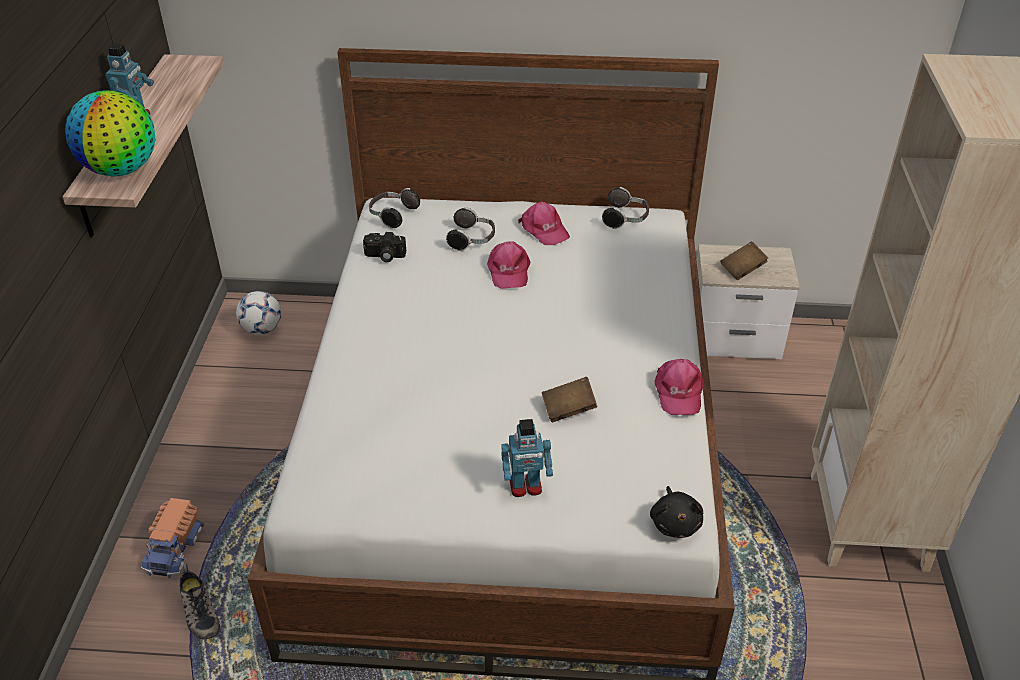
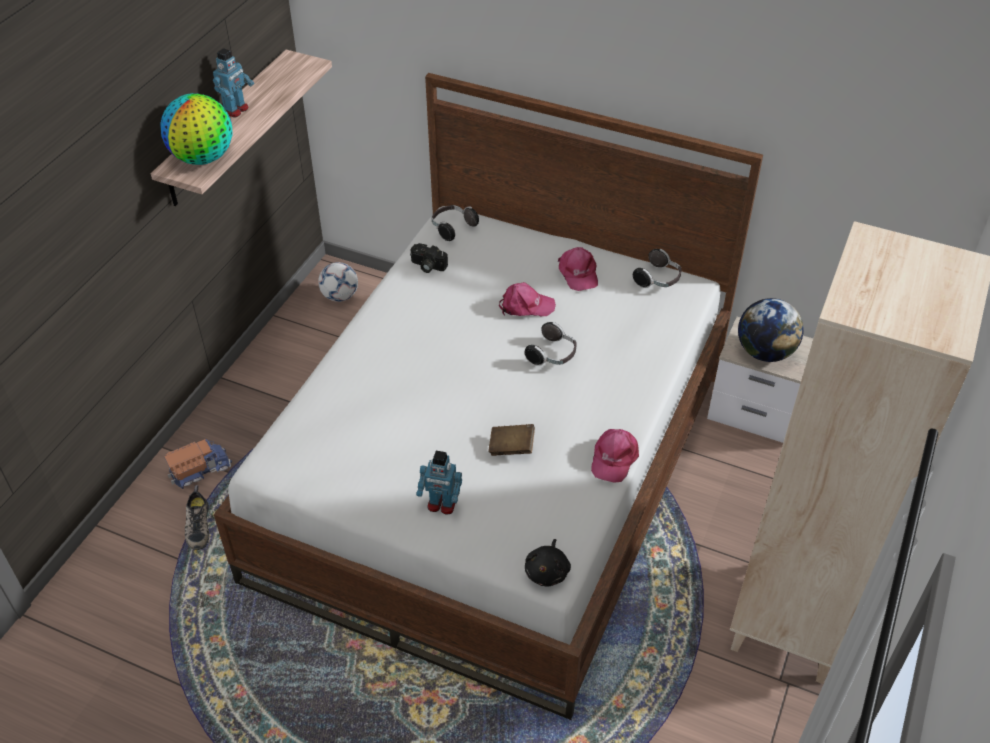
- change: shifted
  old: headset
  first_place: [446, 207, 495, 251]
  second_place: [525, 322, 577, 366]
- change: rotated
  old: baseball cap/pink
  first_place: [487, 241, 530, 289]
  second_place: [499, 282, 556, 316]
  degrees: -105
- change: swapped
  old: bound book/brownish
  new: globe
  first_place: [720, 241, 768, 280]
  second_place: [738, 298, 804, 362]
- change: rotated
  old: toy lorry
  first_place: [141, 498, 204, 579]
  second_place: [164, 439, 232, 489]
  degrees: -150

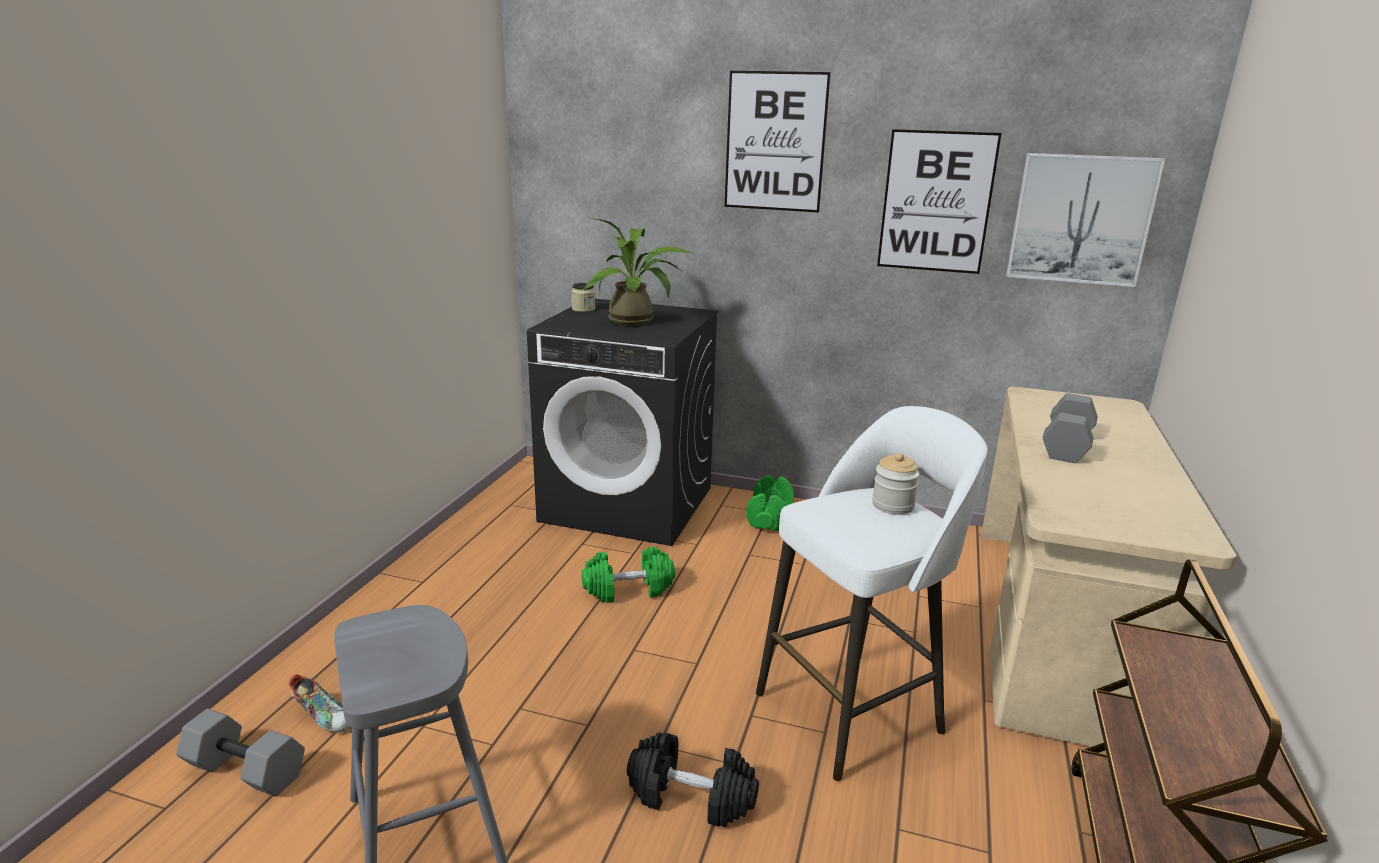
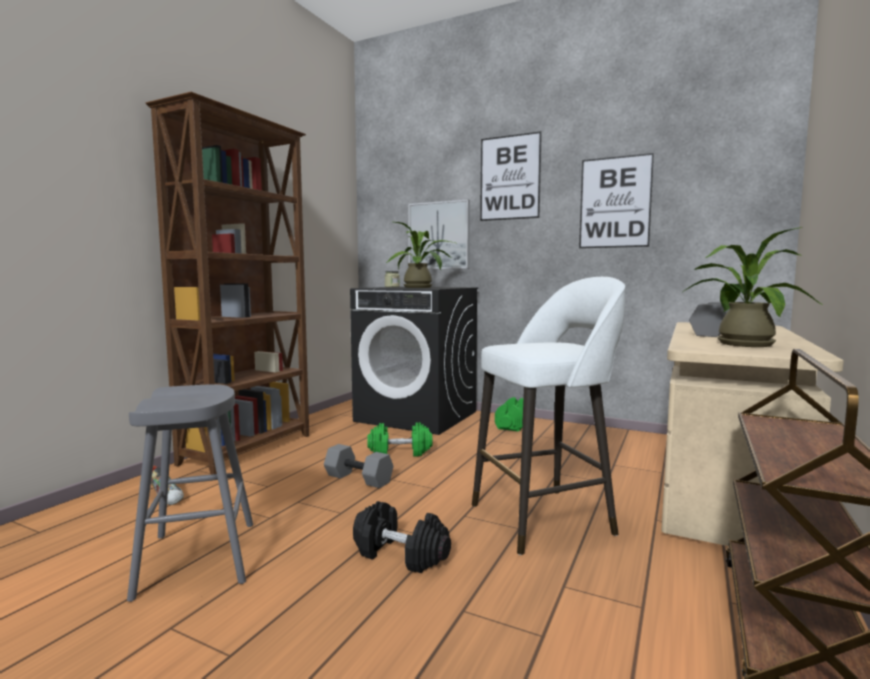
- change: shifted
  old: wall picture
  first_place: [1006, 153, 1165, 287]
  second_place: [408, 199, 470, 269]
- change: gone
  old: jar
  first_place: [872, 453, 920, 514]
- change: shifted
  old: free weight/grey
  first_place: [177, 709, 305, 797]
  second_place: [324, 444, 394, 488]
- change: new
  new: shelving unit/brownish
  second_place: [146, 92, 309, 475]
- change: new
  new: potted plant
  second_place: [683, 227, 821, 347]

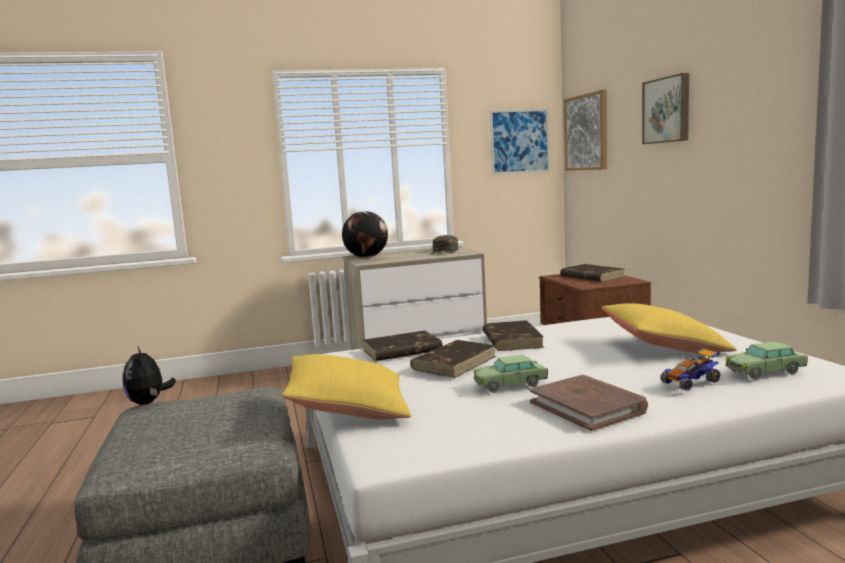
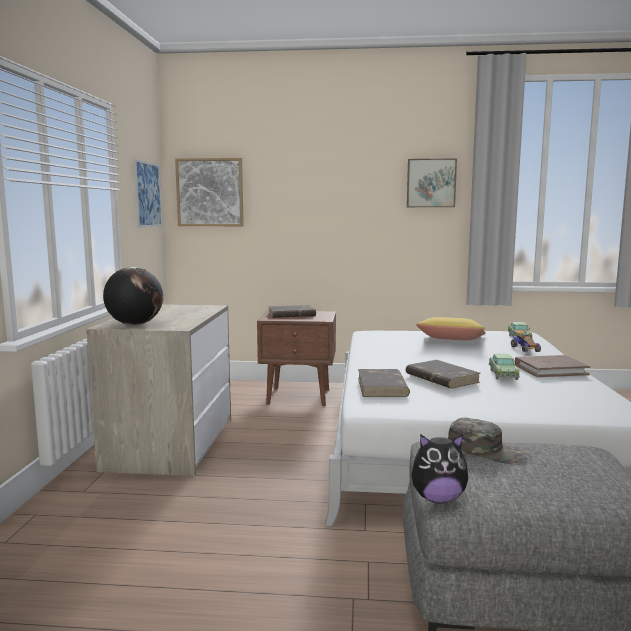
- change: shifted
  old: wall picture
  first_place: [642, 73, 689, 144]
  second_place: [407, 159, 457, 207]
- change: shifted
  old: baseball cap/greenish
  first_place: [431, 235, 459, 254]
  second_place: [448, 418, 527, 464]
- change: gone
  old: bound book/brownish
  first_place: [482, 320, 544, 351]
- change: gone
  old: throw pillow/yellow
  first_place: [282, 354, 411, 420]

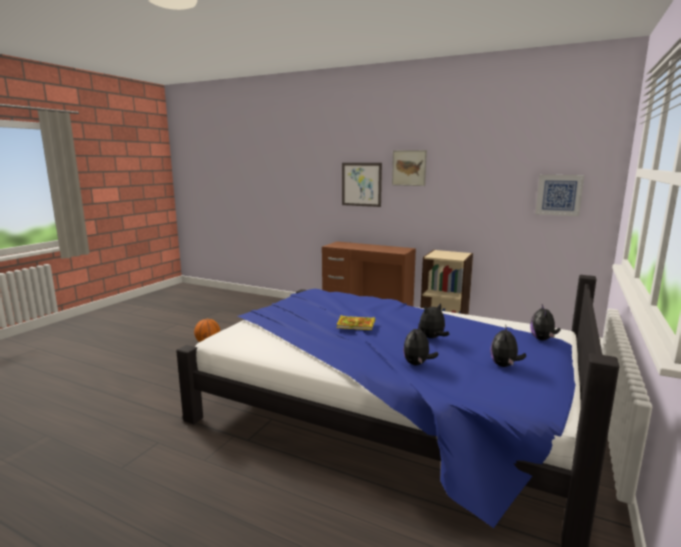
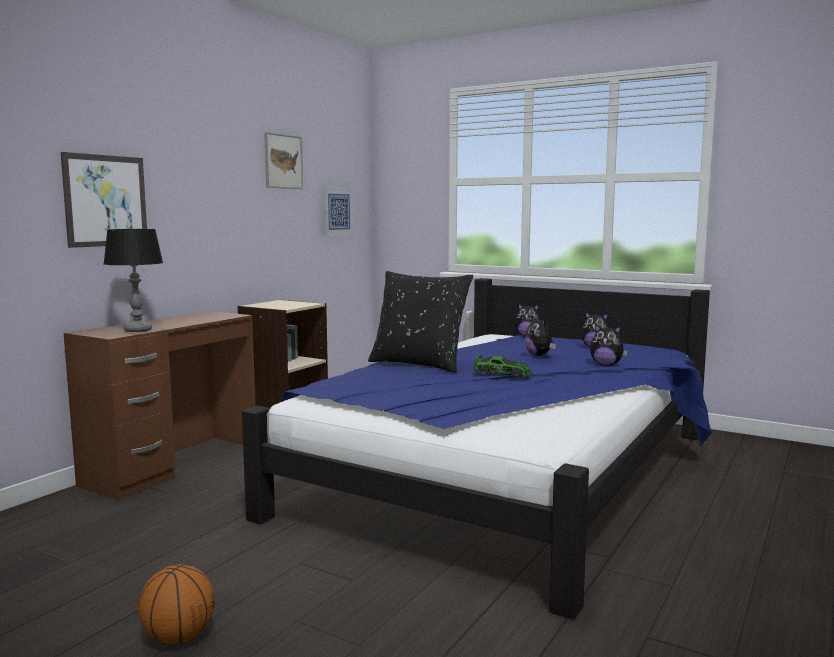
- change: shifted
  old: wall picture
  first_place: [392, 150, 427, 186]
  second_place: [264, 132, 303, 189]
- change: swapped
  old: bound book
  new: miniature car
  first_place: [337, 315, 375, 330]
  second_place: [474, 355, 532, 377]
- change: new
  new: tabletop lamp
  second_place: [103, 229, 163, 332]
- change: new
  new: throw pillow/blackish
  second_place: [368, 271, 473, 373]

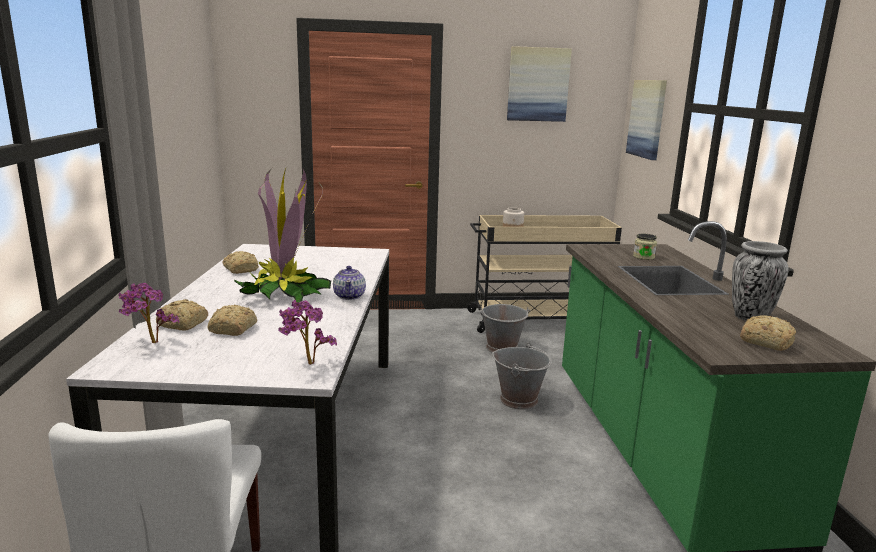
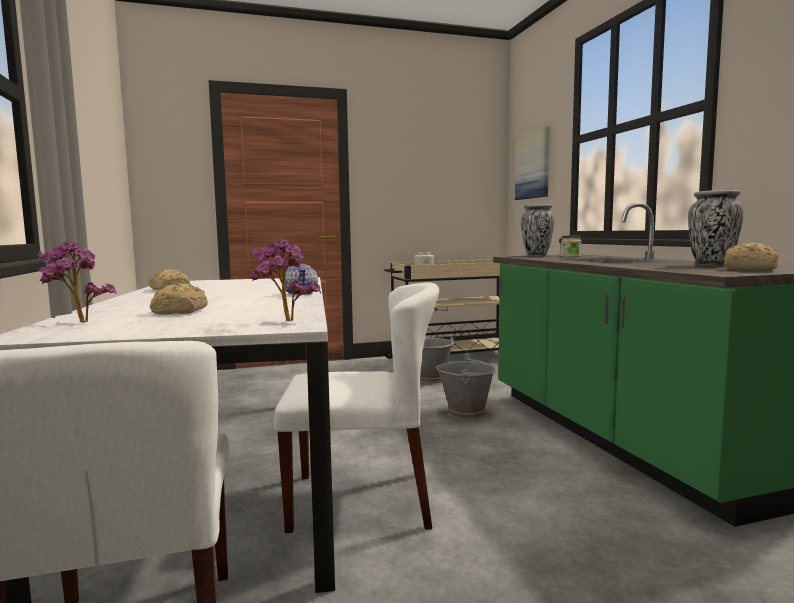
- change: gone
  old: wall picture
  first_place: [507, 46, 572, 122]
- change: gone
  old: potted plant
  first_place: [234, 168, 331, 303]
- change: gone
  old: baked bread
  first_place: [156, 299, 208, 330]
- change: new
  new: flower vase
  second_place: [521, 204, 554, 256]
- change: new
  new: chair/white-coloured
  second_place: [274, 283, 439, 533]

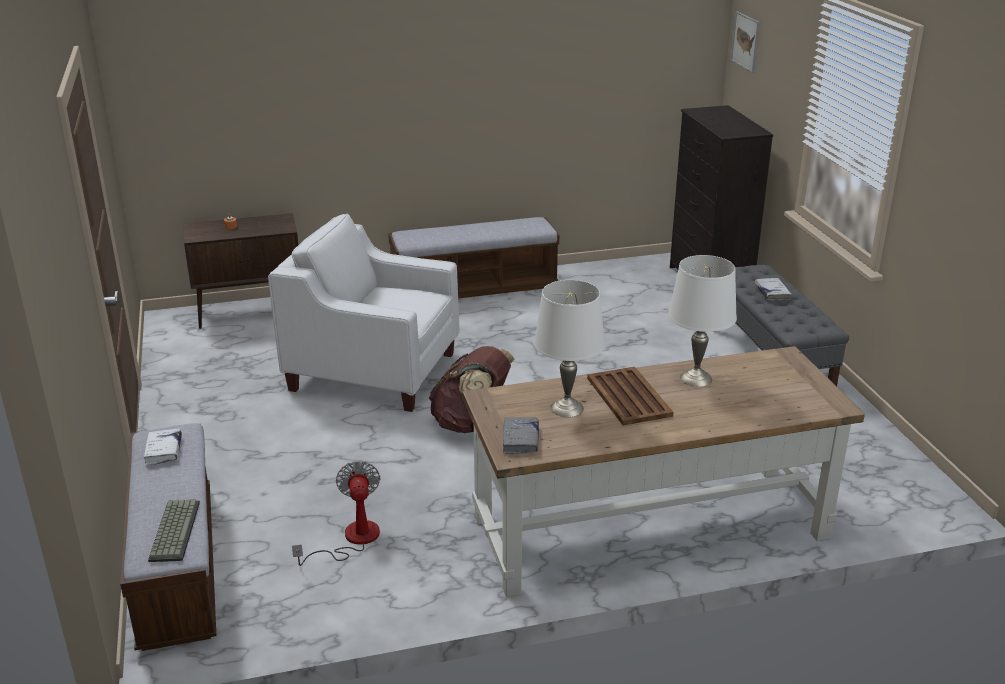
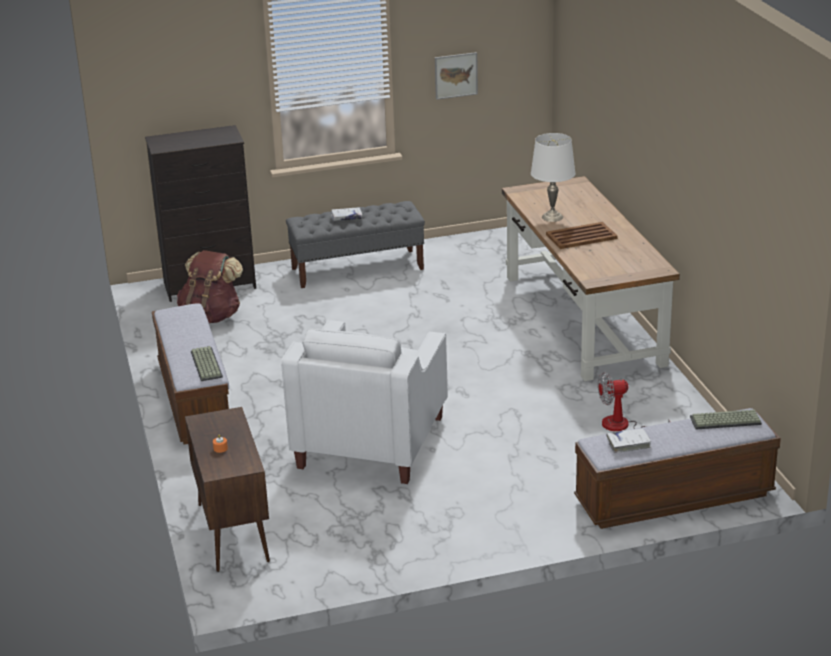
- change: shifted
  old: wall picture
  first_place: [731, 11, 760, 73]
  second_place: [435, 52, 478, 100]
- change: gone
  old: tabletop lamp/white-coloured
  first_place: [534, 280, 605, 417]
- change: shifted
  old: backpack/brownish
  first_place: [428, 346, 514, 433]
  second_place: [177, 250, 243, 323]
- change: gone
  old: bound book/grey
  first_place: [503, 417, 539, 454]
- change: new
  new: computer keyboard
  second_place: [191, 346, 223, 381]

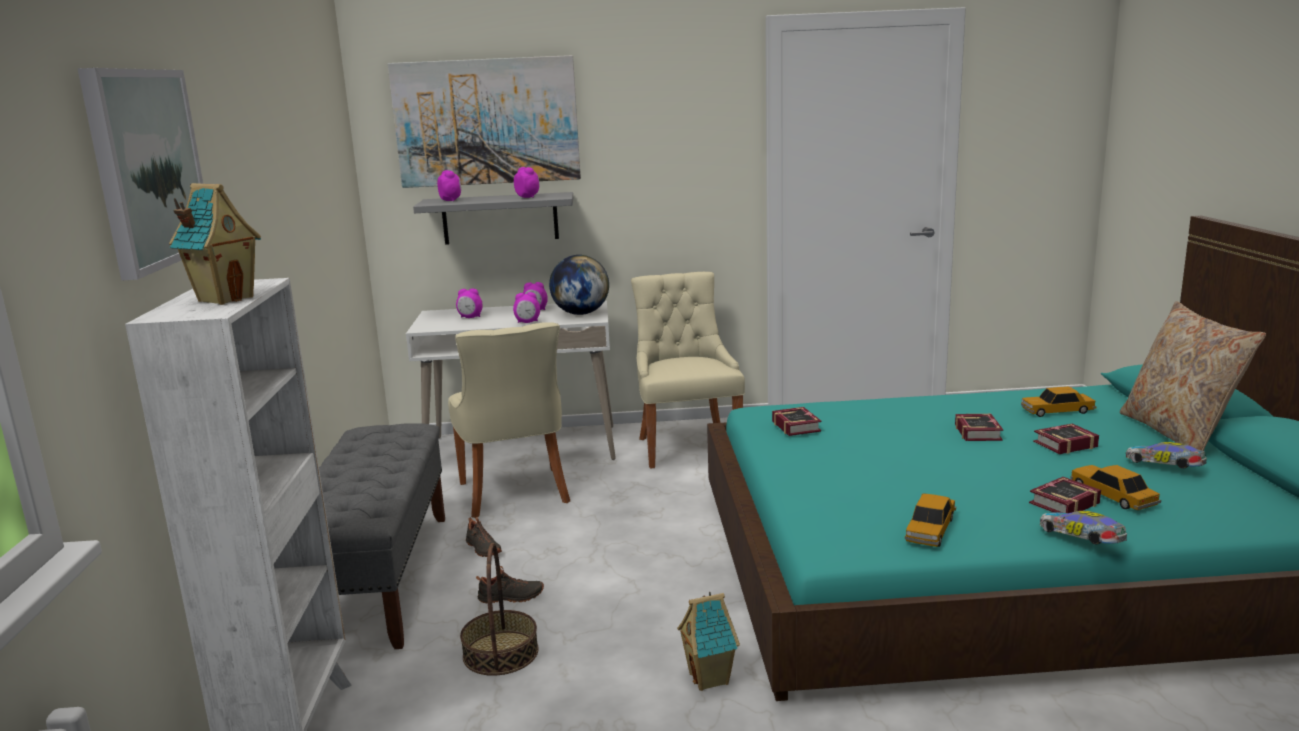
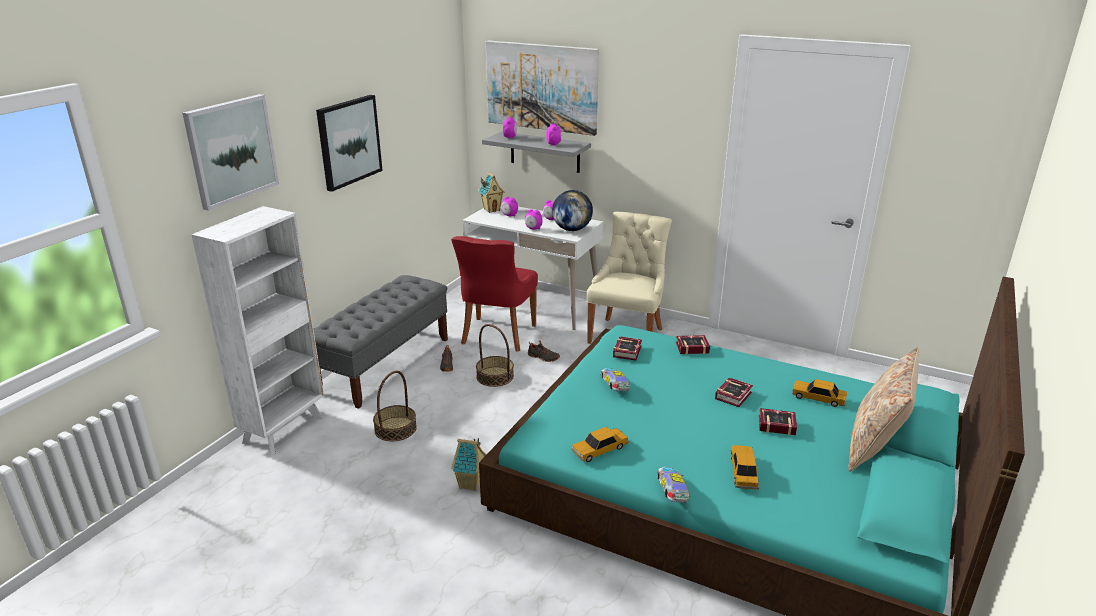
- change: shifted
  old: miniature house
  first_place: [169, 183, 261, 305]
  second_place: [478, 172, 505, 213]
- change: repainted
  old: chair/sand-coloured
  new: chair/red
  first_place: [448, 322, 570, 518]
  second_place: [451, 236, 538, 352]
- change: shifted
  old: miniature car
  first_place: [1126, 442, 1207, 469]
  second_place: [601, 368, 630, 391]
- change: shifted
  old: bound book
  first_place: [1029, 477, 1101, 513]
  second_place: [675, 335, 710, 355]
- change: shifted
  old: shoe/blackish
  first_place: [476, 566, 544, 603]
  second_place: [528, 340, 560, 362]
- change: new
  new: wall picture
  second_place: [316, 95, 383, 192]
- change: new
  new: basket
  second_place: [476, 324, 514, 387]

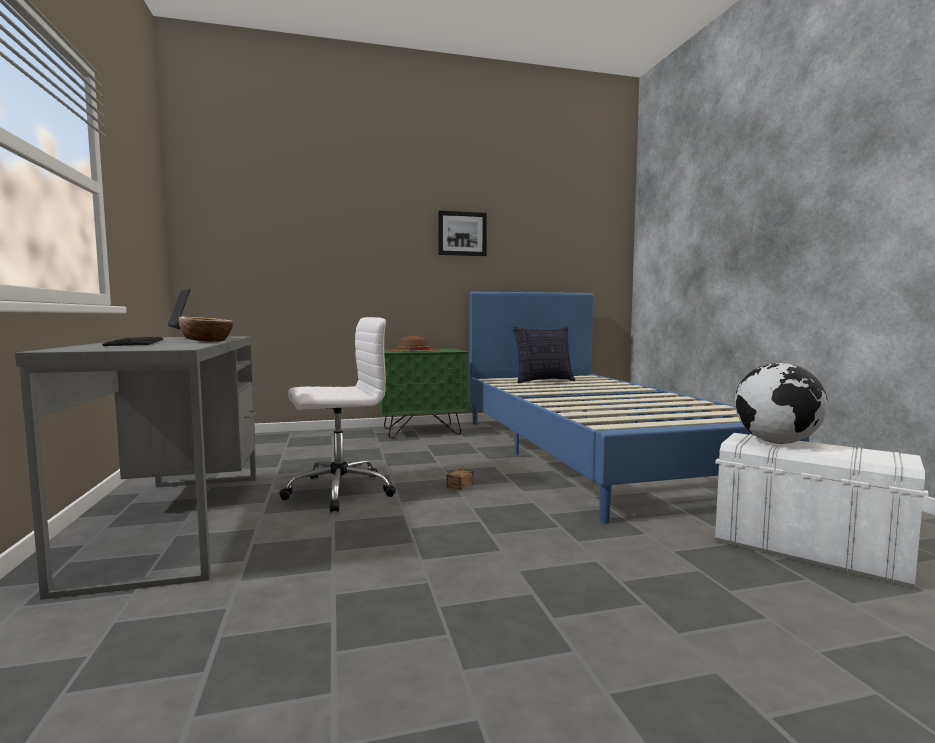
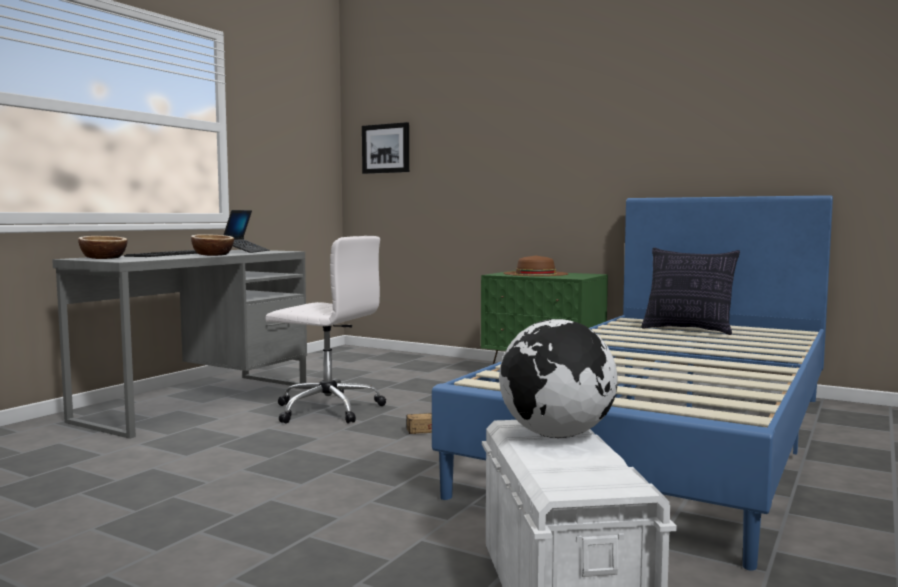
- change: shifted
  old: wall picture
  first_place: [438, 210, 487, 256]
  second_place: [362, 122, 409, 174]
- change: new
  new: bowl
  second_place: [78, 236, 127, 259]

